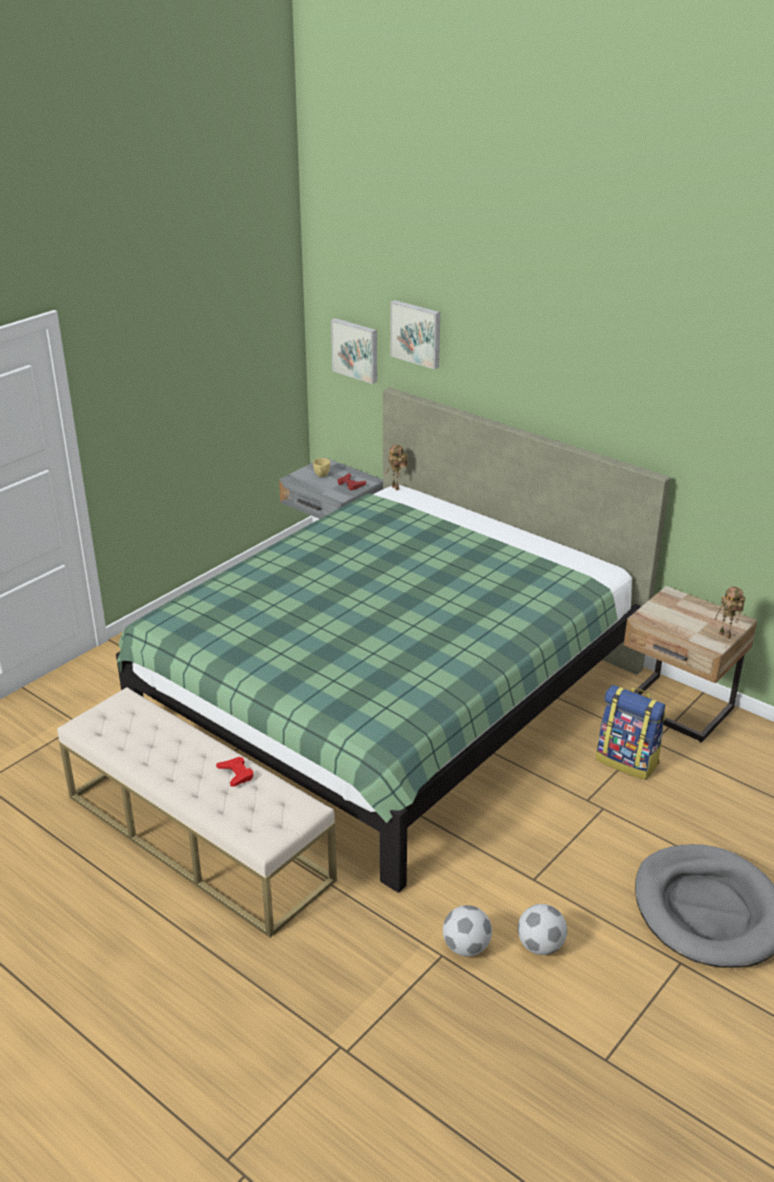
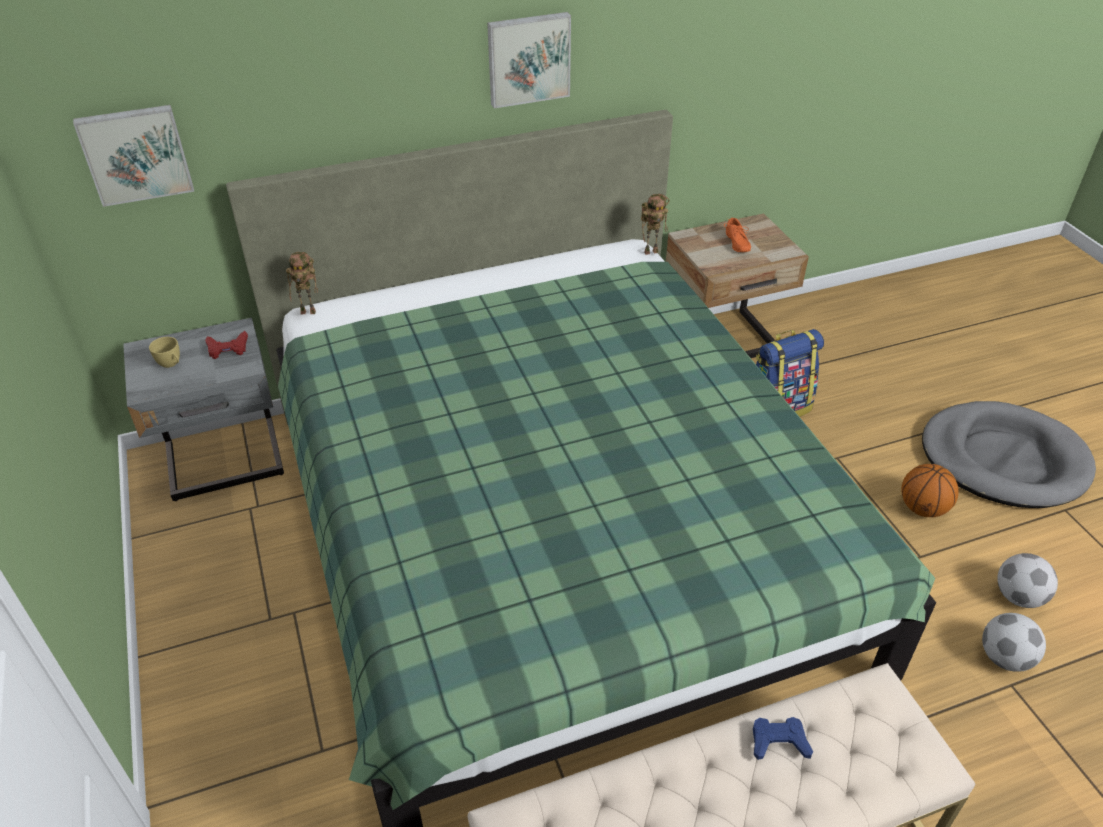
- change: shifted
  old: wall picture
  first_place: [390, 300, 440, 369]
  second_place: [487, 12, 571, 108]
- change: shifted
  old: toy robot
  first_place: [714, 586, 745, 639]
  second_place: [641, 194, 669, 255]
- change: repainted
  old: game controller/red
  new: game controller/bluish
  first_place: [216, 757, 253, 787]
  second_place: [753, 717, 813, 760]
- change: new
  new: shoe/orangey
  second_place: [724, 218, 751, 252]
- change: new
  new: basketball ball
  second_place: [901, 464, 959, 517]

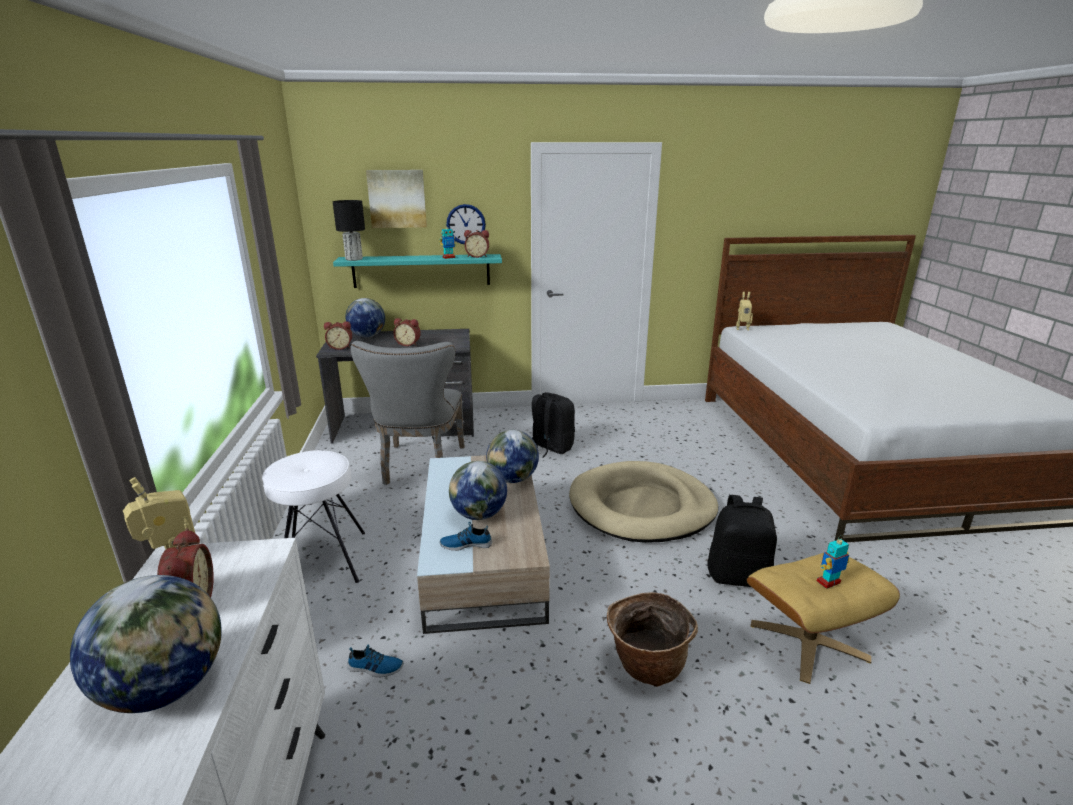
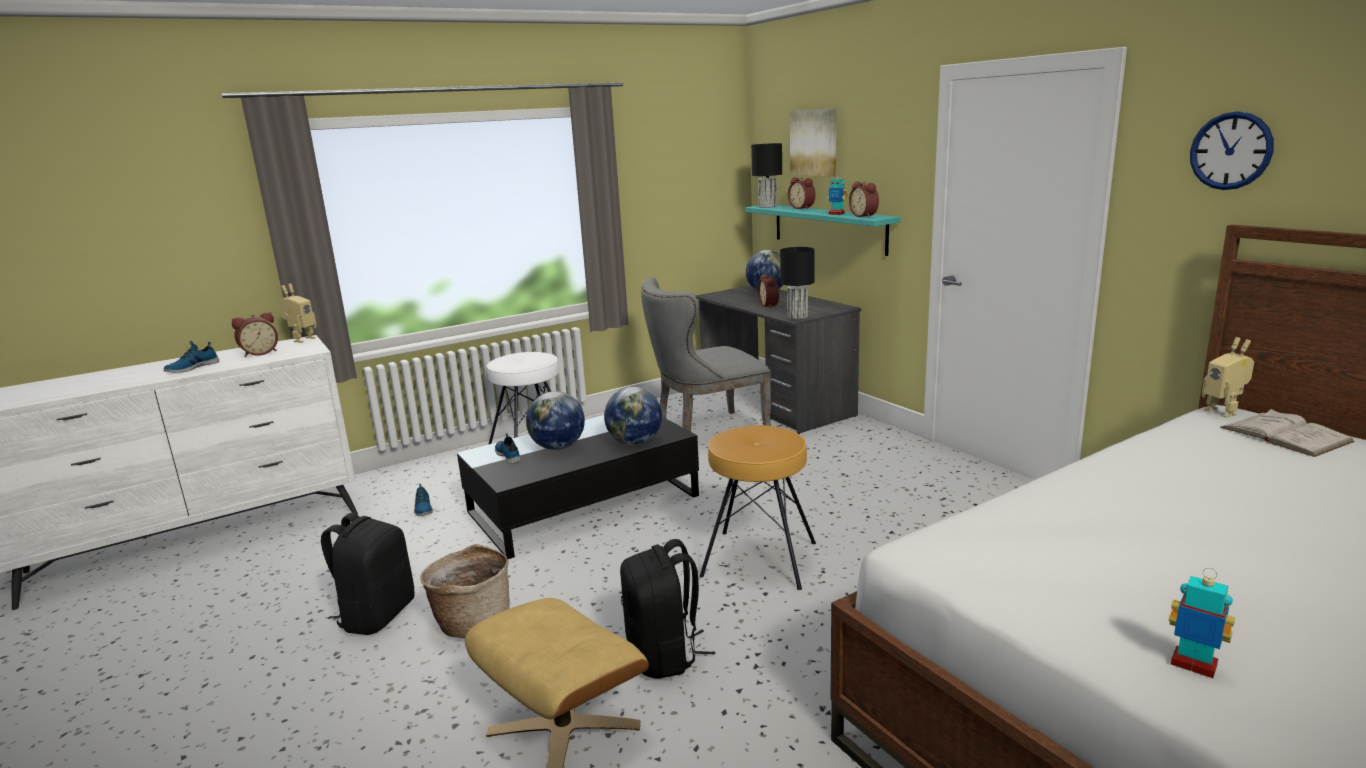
- change: shifted
  old: wall clock
  first_place: [446, 204, 486, 244]
  second_place: [1190, 111, 1274, 190]
- change: shifted
  old: alarm clock
  first_place: [324, 321, 352, 350]
  second_place: [788, 177, 815, 209]
- change: shifted
  old: backpack/blackish
  first_place: [532, 392, 575, 458]
  second_place: [321, 513, 414, 635]
- change: repainted
  old: low table/sand-coloured
  new: low table/blackish
  first_place: [417, 455, 550, 634]
  second_place: [457, 415, 699, 559]
- change: swapped
  old: dog bed/sand-coloured
  new: stool seat/brownish
  first_place: [569, 461, 718, 543]
  second_place: [699, 425, 816, 590]
- change: shifted
  old: toy robot
  first_place: [817, 535, 849, 589]
  second_place: [1169, 568, 1235, 678]
- change: swapped
  old: globe
  new: shoe
  first_place: [70, 575, 222, 713]
  second_place: [164, 341, 219, 373]
- change: new
  new: tabletop lamp/blackish
  second_place: [780, 247, 815, 319]
- change: new
  new: bound book/white-coloured
  second_place: [1220, 409, 1355, 457]

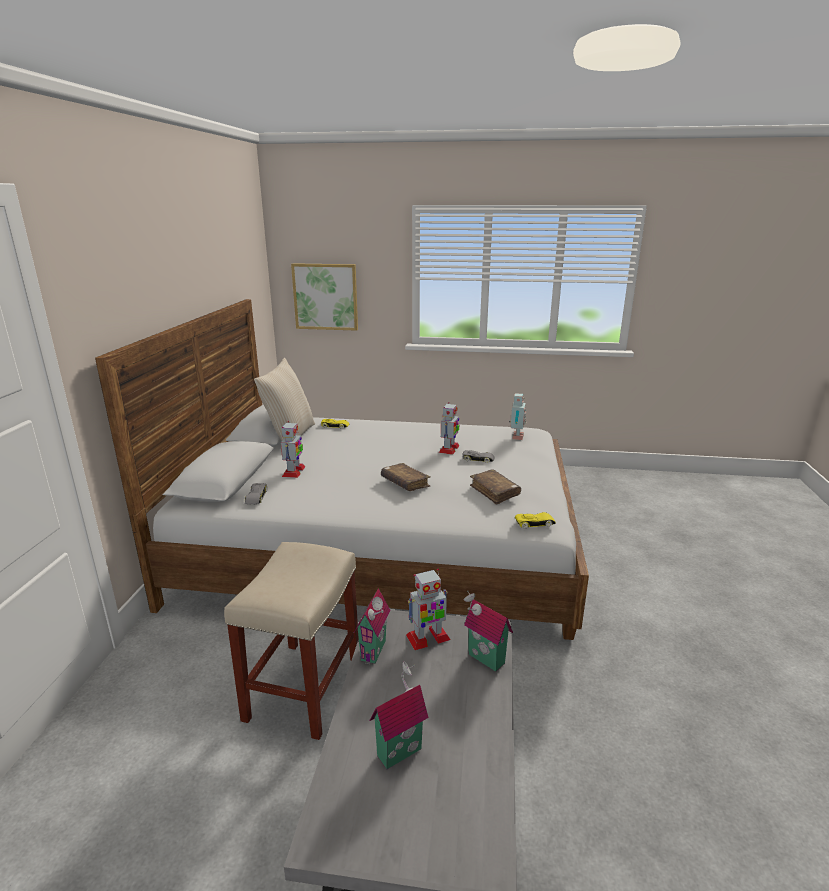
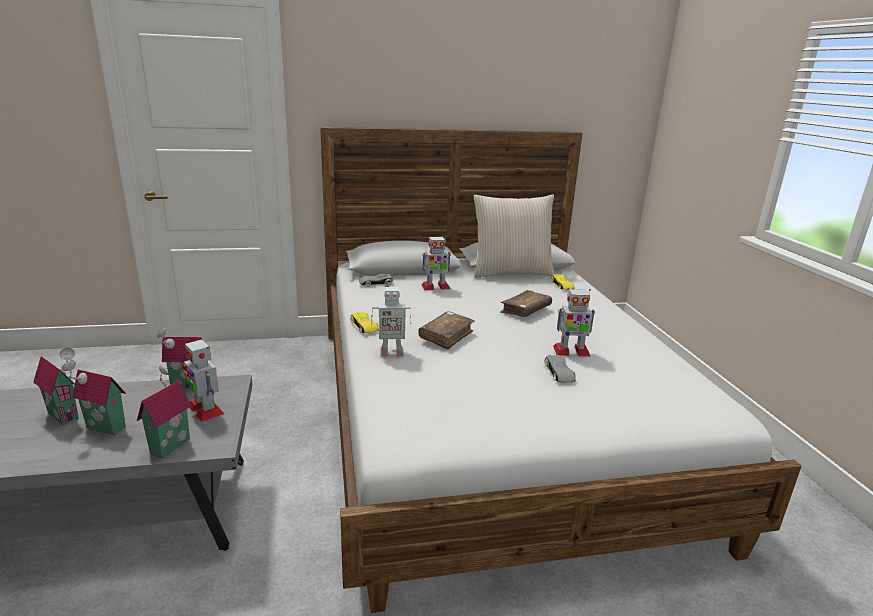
- change: gone
  old: wall picture
  first_place: [291, 263, 358, 331]
- change: shifted
  old: toy robot
  first_place: [509, 394, 526, 440]
  second_place: [371, 287, 411, 357]
- change: shifted
  old: bound book/brownish
  first_place: [470, 469, 521, 505]
  second_place: [501, 290, 552, 317]
- change: shifted
  old: miniature car/yellow
  first_place: [515, 512, 556, 529]
  second_place: [350, 312, 379, 333]
- change: gone
  old: stool seat/sand-coloured
  first_place: [224, 542, 359, 740]
- change: new
  new: miniature house
  second_place: [62, 360, 126, 435]

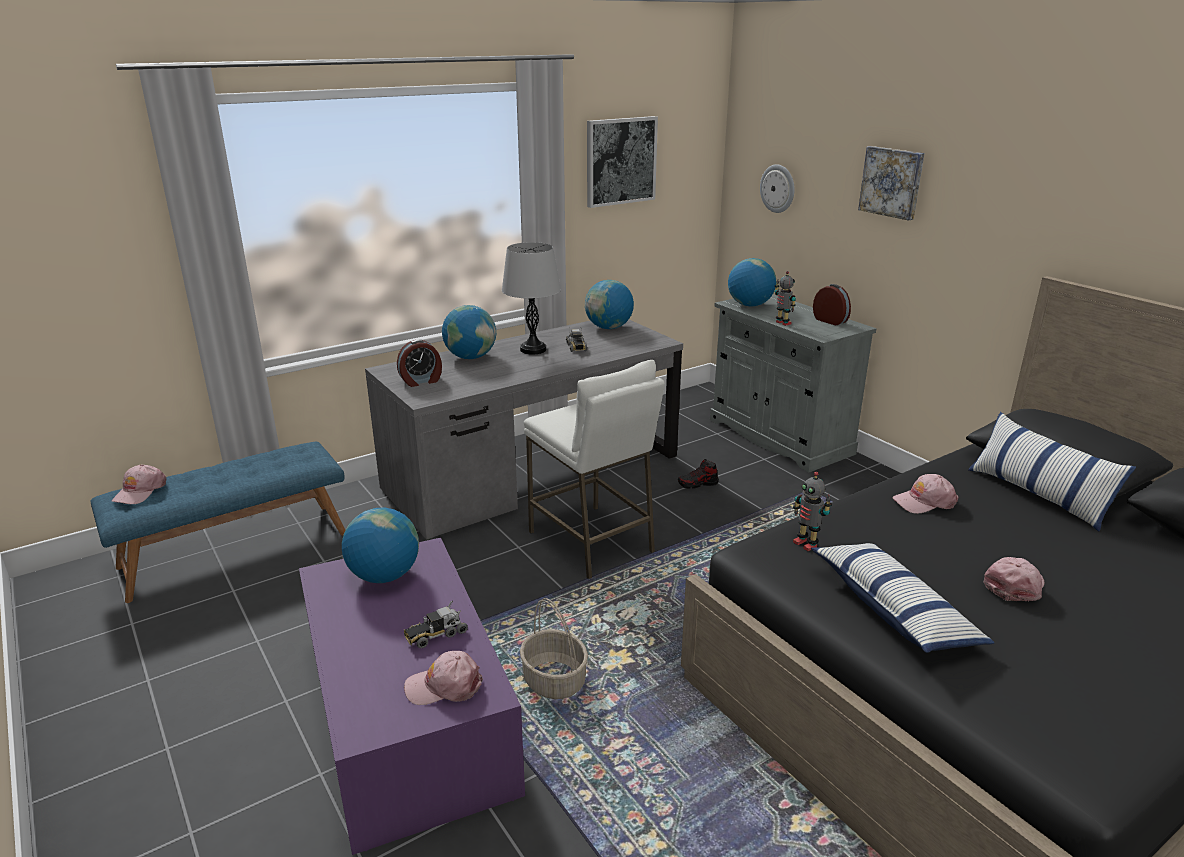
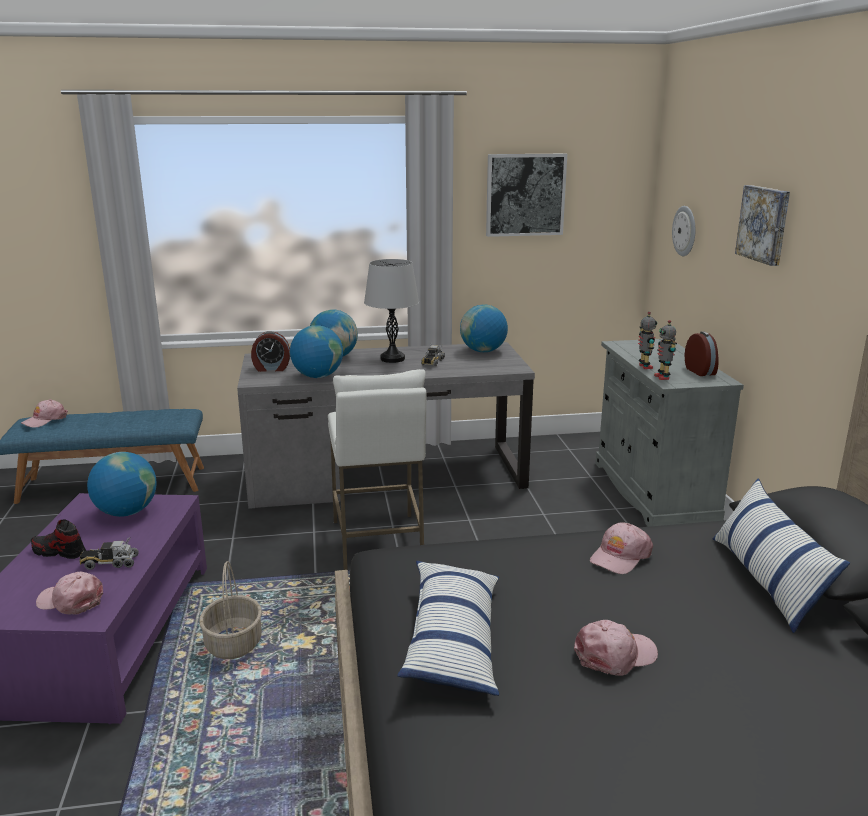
- change: shifted
  old: globe
  first_place: [728, 258, 776, 306]
  second_place: [290, 325, 343, 378]
- change: shifted
  old: shoe
  first_place: [678, 459, 719, 489]
  second_place: [31, 519, 86, 559]
- change: shifted
  old: toy robot
  first_place: [793, 472, 832, 551]
  second_place: [654, 320, 677, 380]
- change: rotated
  old: baseball cap/pink
  first_place: [892, 474, 958, 514]
  second_place: [590, 522, 653, 574]
  degrees: -60

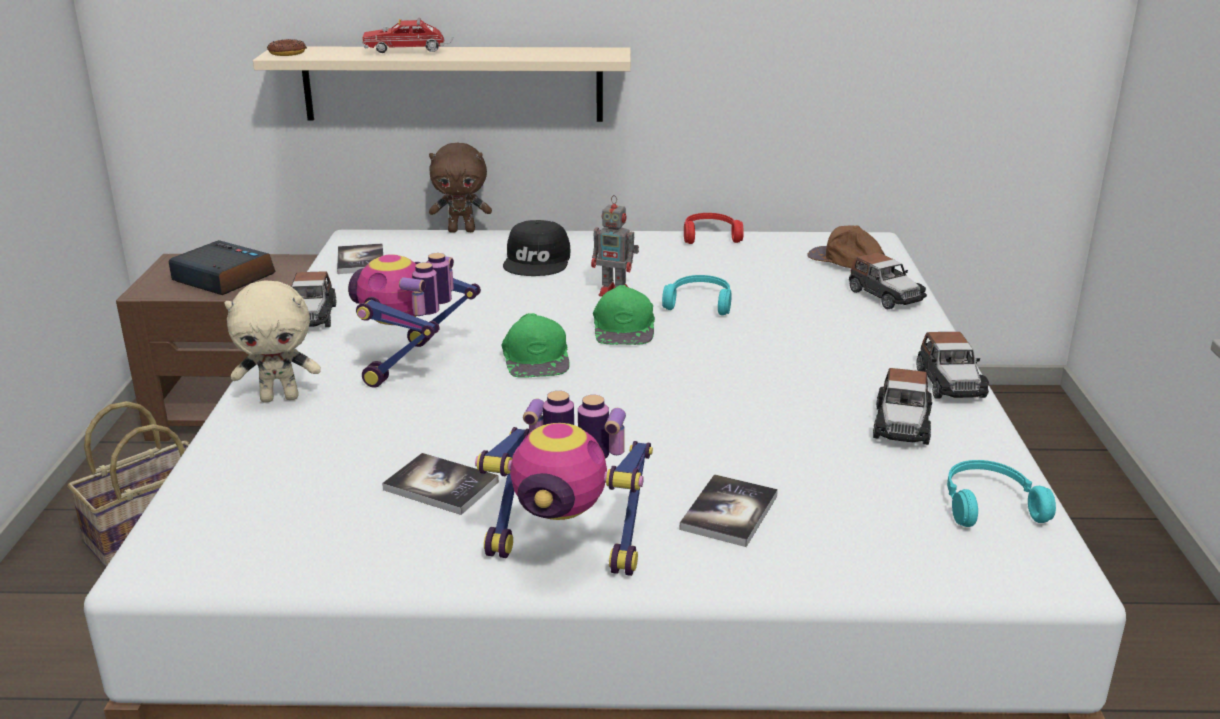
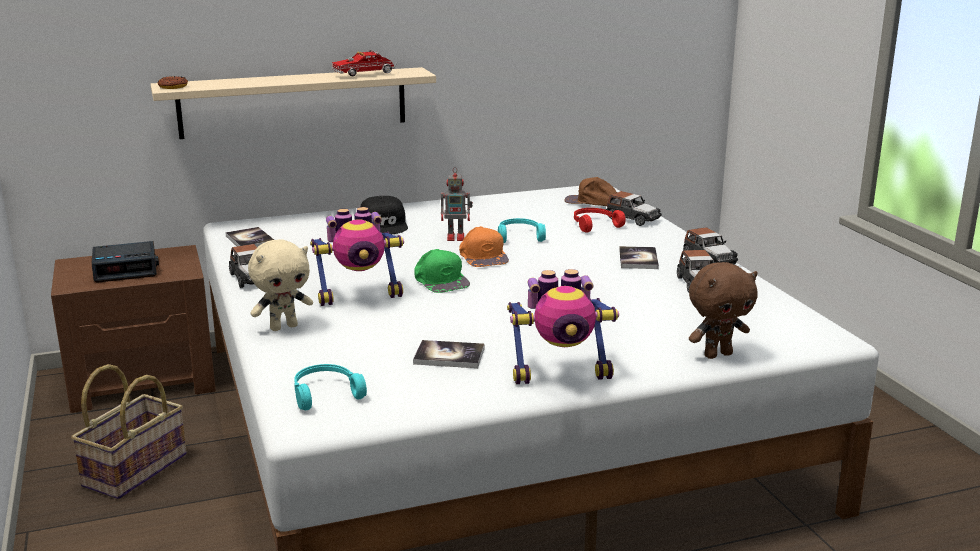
- change: shifted
  old: toy lorry
  first_place: [362, 18, 454, 53]
  second_place: [332, 50, 397, 76]
- change: shifted
  old: cuddly toy/brownish
  first_place: [429, 142, 492, 233]
  second_place: [689, 262, 758, 359]
- change: shifted
  old: headset/red
  first_place: [684, 213, 744, 244]
  second_place: [574, 208, 626, 233]
- change: rotated
  old: alarm clock
  first_place: [169, 240, 276, 295]
  second_place: [91, 241, 159, 283]
  degrees: 150
- change: rotated
  old: toy robot
  first_place: [348, 253, 481, 388]
  second_place: [310, 207, 404, 306]
  degrees: -105
- change: repainted
  old: baseball cap/greenish
  new: baseball cap/orangey
  first_place: [593, 285, 655, 345]
  second_place: [459, 226, 509, 267]
- change: shifted
  old: headset/blue-green
  first_place: [947, 460, 1056, 527]
  second_place: [294, 364, 367, 410]
- change: shifted
  old: bound book
  first_place: [679, 474, 778, 547]
  second_place: [619, 246, 659, 269]

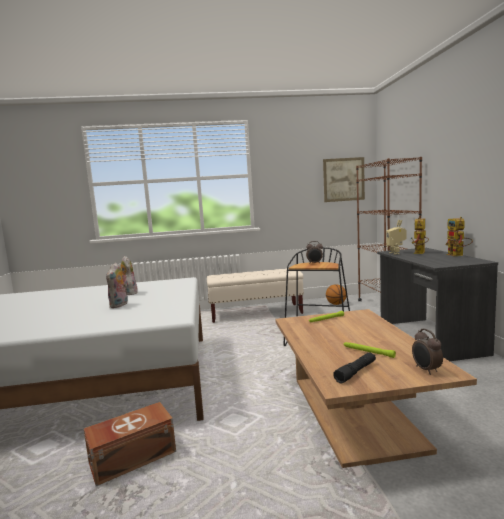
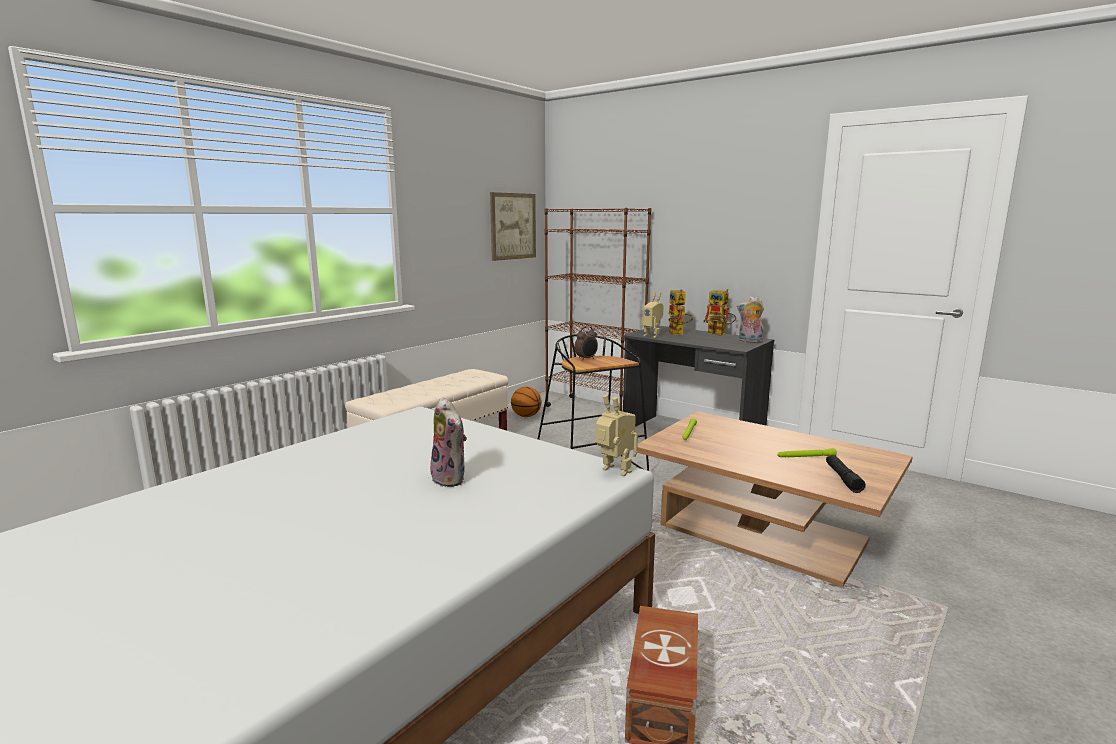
- change: shifted
  old: cuddly toy
  first_place: [120, 256, 138, 295]
  second_place: [737, 297, 764, 343]
- change: gone
  old: alarm clock
  first_place: [412, 329, 443, 375]
- change: new
  new: toy robot
  second_place: [596, 395, 638, 476]

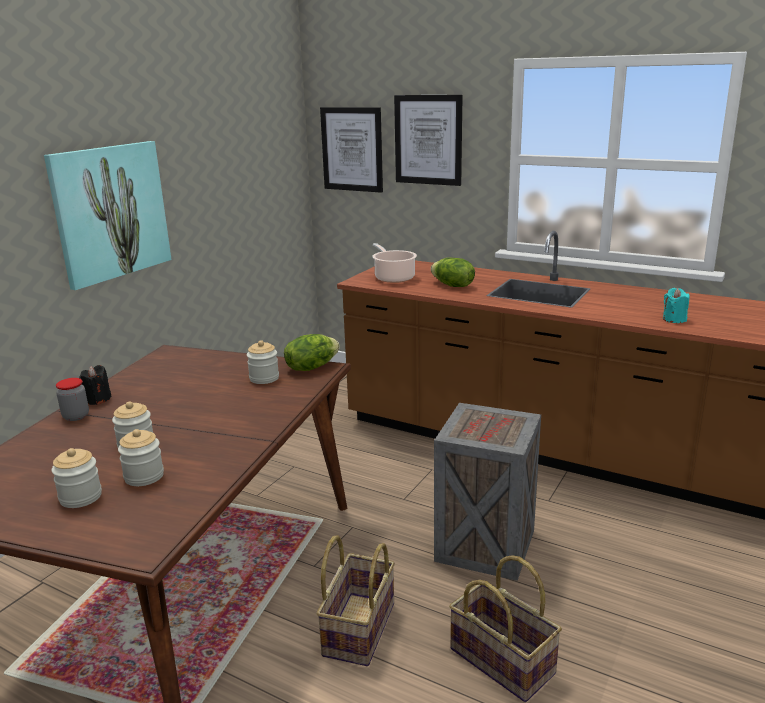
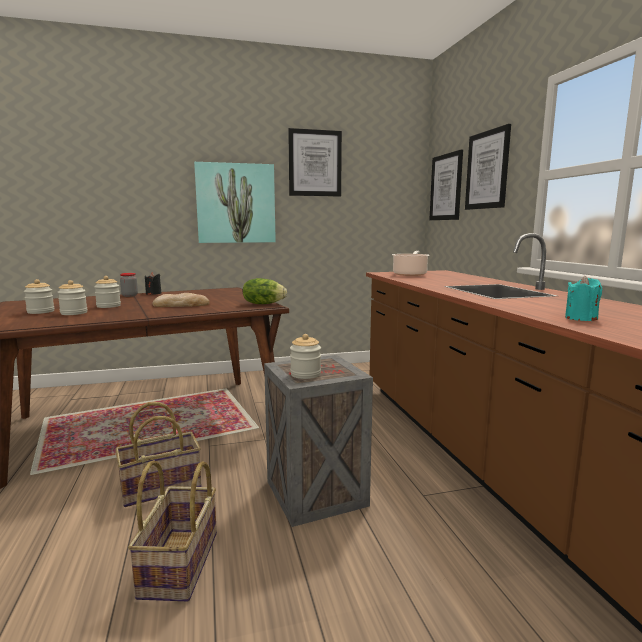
- change: gone
  old: lettuce head
  first_place: [431, 258, 475, 287]
- change: shifted
  old: jar
  first_place: [247, 340, 279, 384]
  second_place: [290, 334, 321, 379]
- change: new
  new: wall picture
  second_place: [288, 128, 342, 196]
- change: new
  new: baked bread
  second_place: [153, 293, 210, 307]

